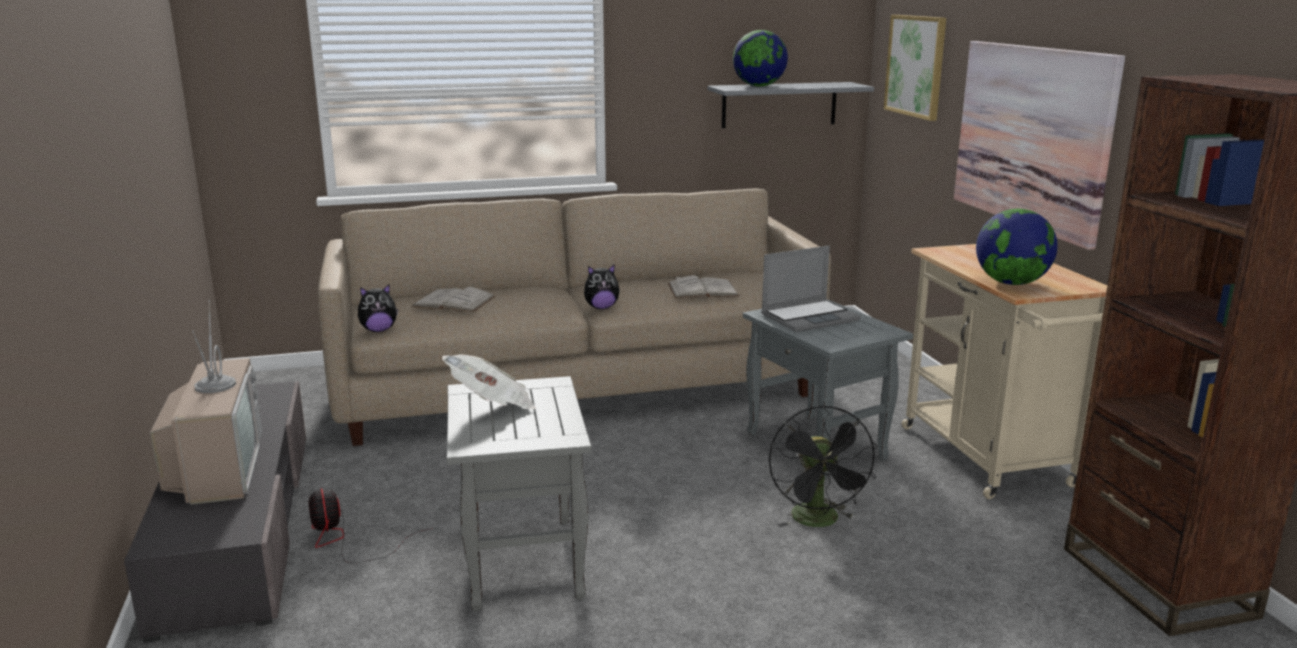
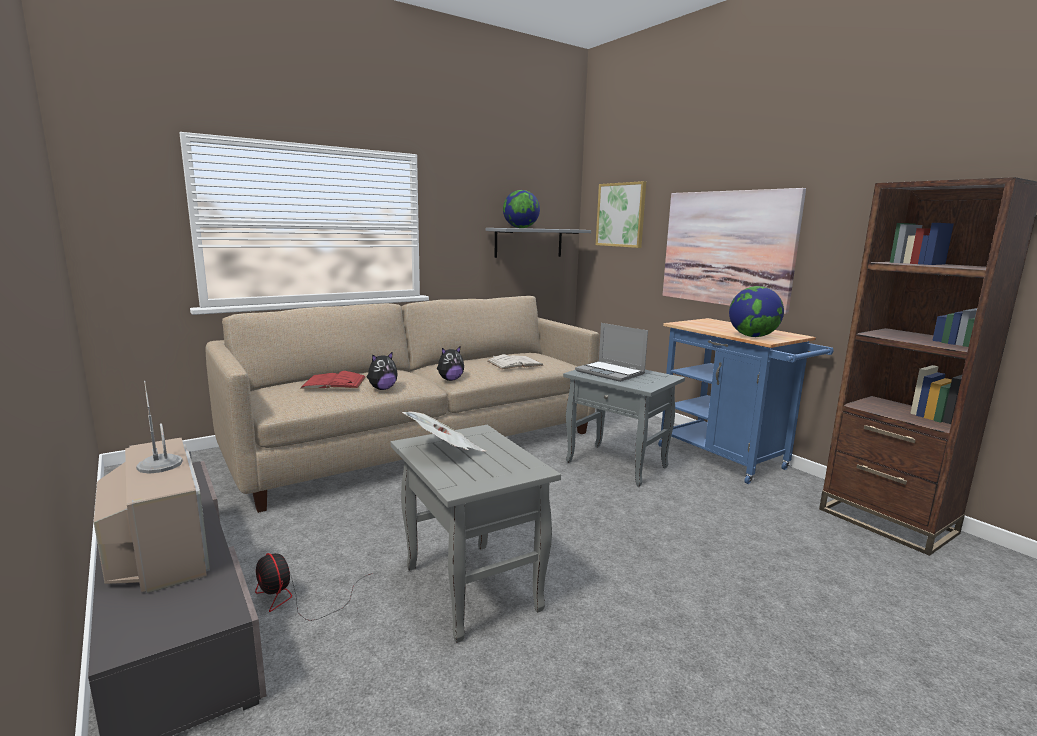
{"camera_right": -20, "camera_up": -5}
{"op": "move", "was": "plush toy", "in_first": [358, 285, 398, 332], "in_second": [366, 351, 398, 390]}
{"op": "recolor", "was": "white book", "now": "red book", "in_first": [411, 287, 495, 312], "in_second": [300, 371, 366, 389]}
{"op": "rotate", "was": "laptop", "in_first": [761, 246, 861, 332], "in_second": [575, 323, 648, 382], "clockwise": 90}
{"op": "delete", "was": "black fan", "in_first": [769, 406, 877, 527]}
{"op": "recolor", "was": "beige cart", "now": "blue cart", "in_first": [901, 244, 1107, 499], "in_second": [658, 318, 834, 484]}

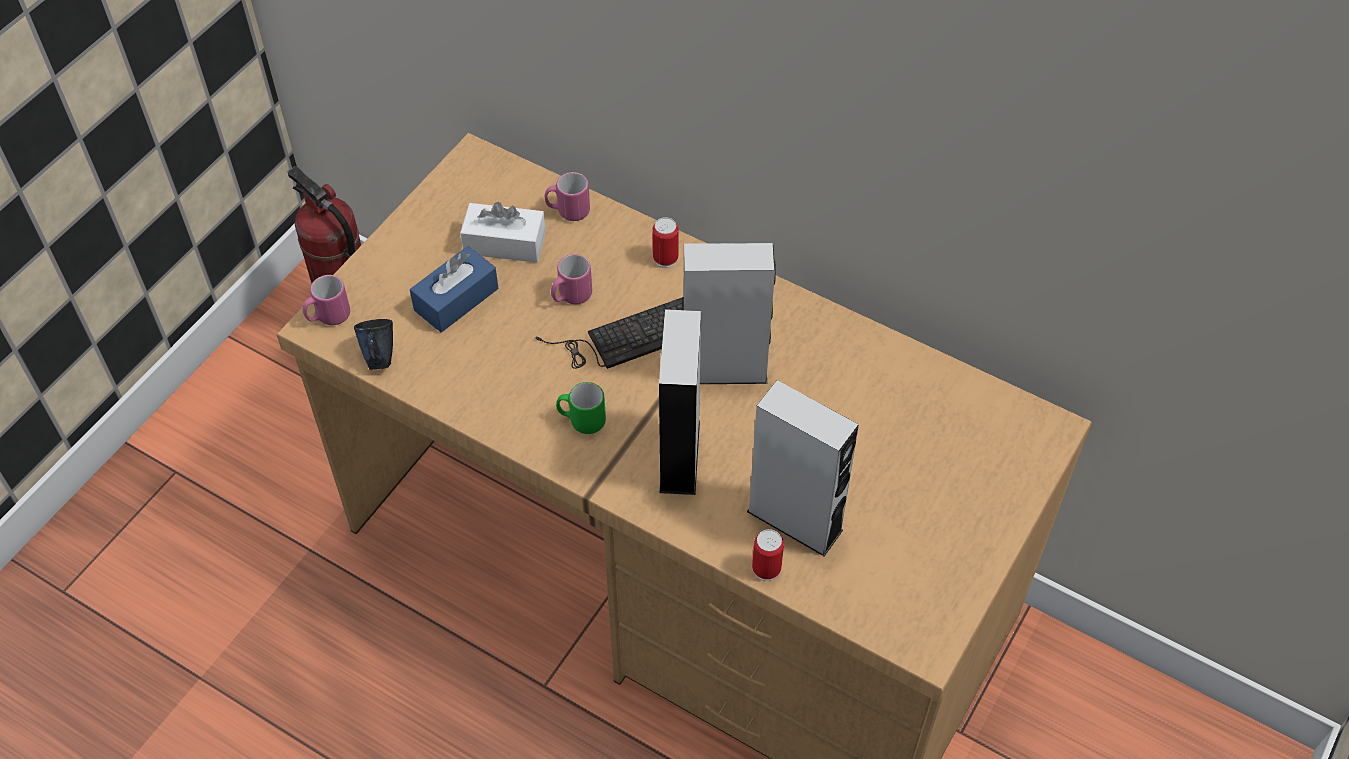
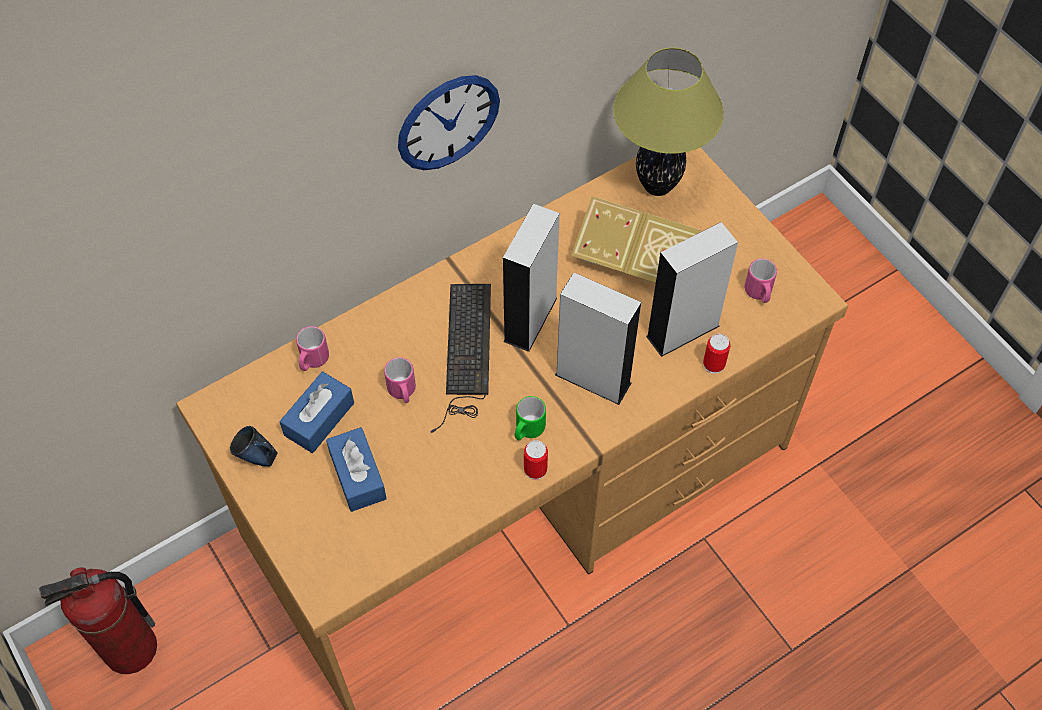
{"camera_right": -65, "camera_up": 5}
{"op": "move", "was": "pink mug", "in_first": [303, 275, 350, 325], "in_second": [745, 259, 777, 303]}
{"op": "move", "was": "blue mug", "in_first": [354, 319, 393, 370], "in_second": [230, 426, 278, 467]}
{"op": "recolor", "was": "white tissue box", "now": "blue tissue box", "in_first": [460, 202, 546, 263], "in_second": [280, 372, 354, 453]}
{"op": "move", "was": "can", "in_first": [652, 217, 679, 268], "in_second": [524, 440, 548, 480]}
{"op": "insert", "now": "wall clock", "in_second": [398, 75, 500, 170]}
{"op": "insert", "now": "book", "in_second": [571, 196, 700, 283]}
{"op": "insert", "now": "table lamp", "in_second": [613, 48, 724, 196]}

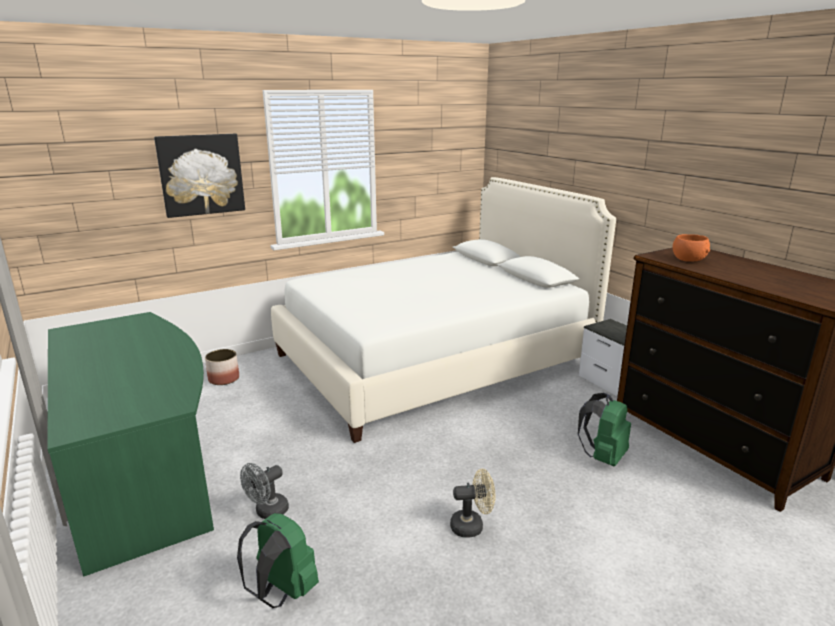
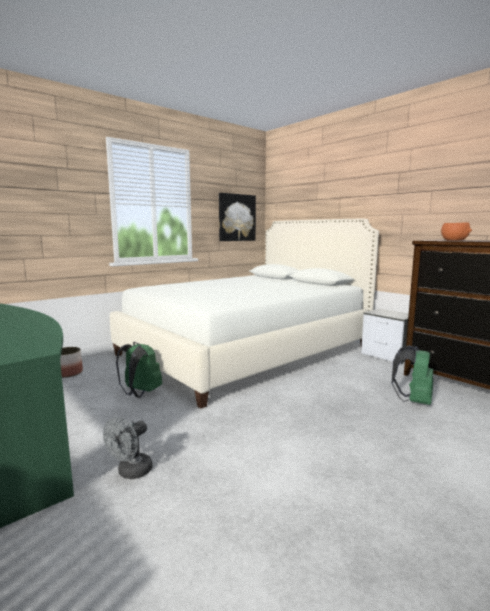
{"camera_right": -10, "camera_up": -10}
{"op": "move", "was": "picture", "in_first": [154, 134, 245, 218], "in_second": [219, 193, 256, 241]}
{"op": "move", "was": "green backpack", "in_first": [237, 513, 319, 608], "in_second": [116, 342, 162, 398]}
{"op": "delete", "was": "beige fan", "in_first": [450, 469, 495, 538]}

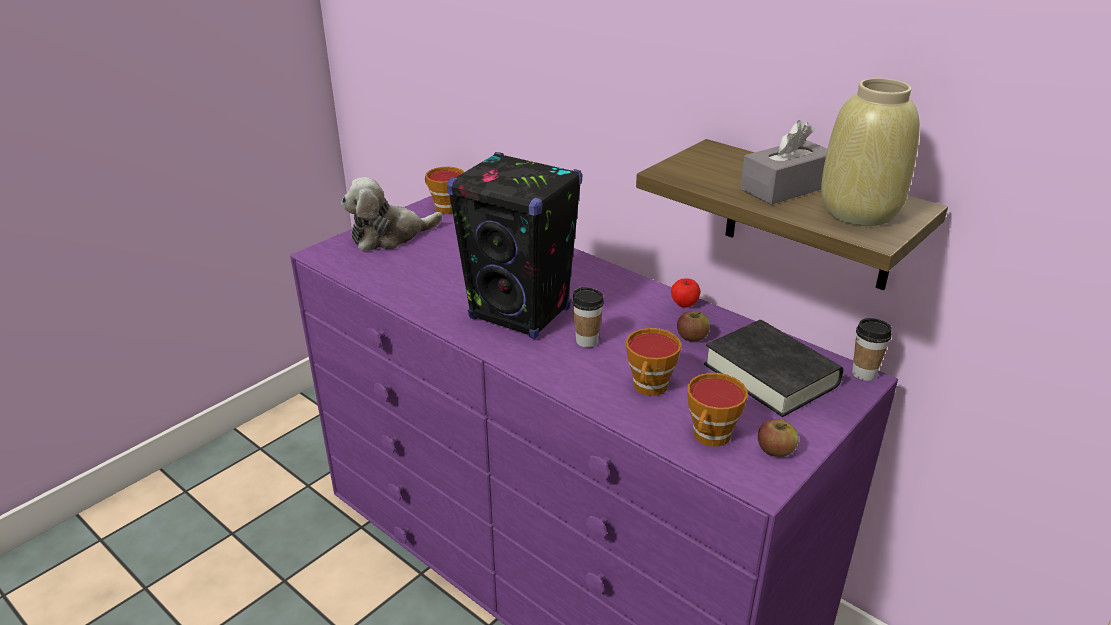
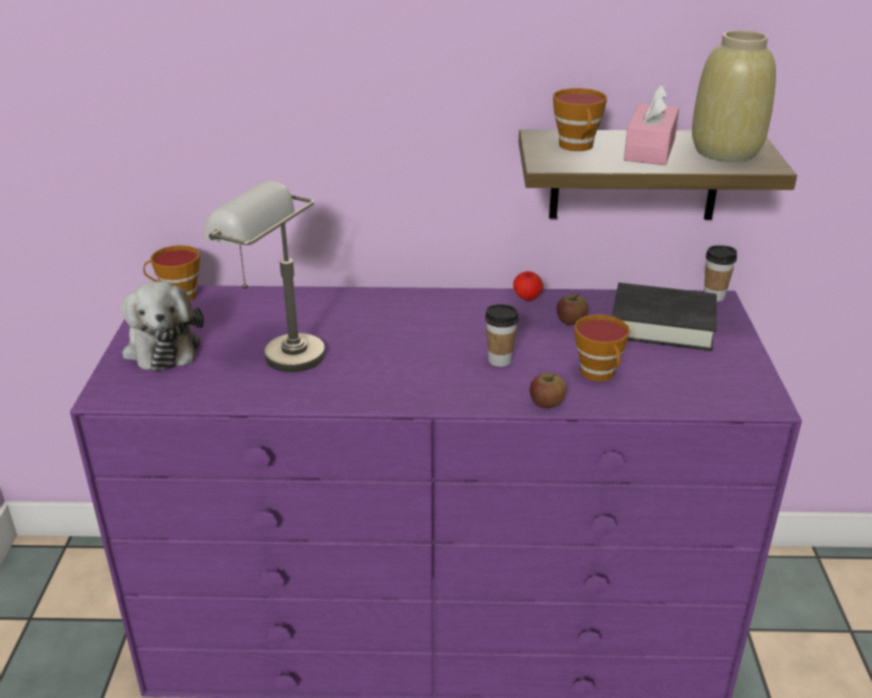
{"camera_right": -40, "camera_up": 0}
{"op": "rotate", "was": "plush toy", "in_first": [341, 177, 443, 251], "in_second": [121, 281, 204, 371], "clockwise": -45}
{"op": "delete", "was": "black speaker", "in_first": [447, 152, 583, 339]}
{"op": "move", "was": "cup", "in_first": [687, 373, 748, 447], "in_second": [553, 88, 607, 151]}
{"op": "recolor", "was": "grey tissue box", "now": "pink tissue box", "in_first": [740, 120, 827, 205], "in_second": [624, 84, 679, 165]}
{"op": "move", "was": "apple", "in_first": [758, 419, 799, 457], "in_second": [530, 373, 567, 408]}
{"op": "insert", "now": "grey table lamp", "in_second": [203, 181, 325, 372]}

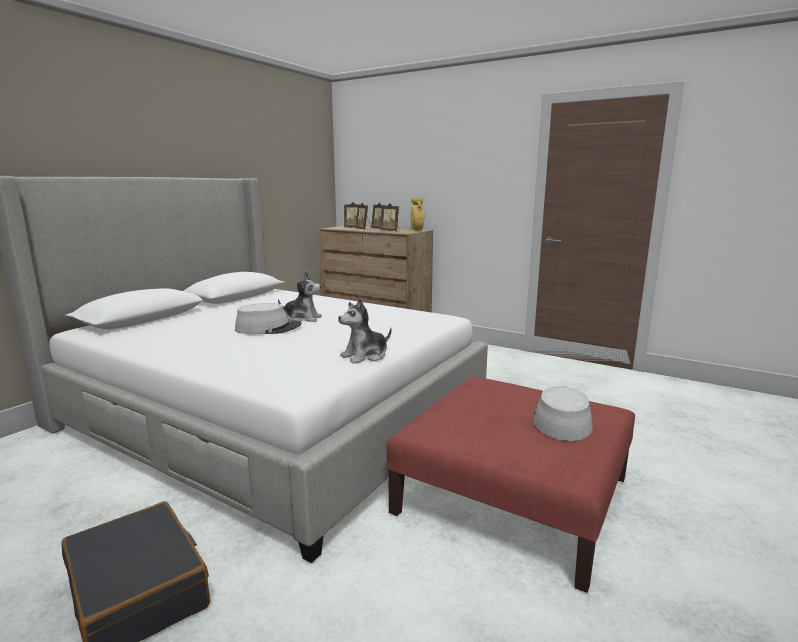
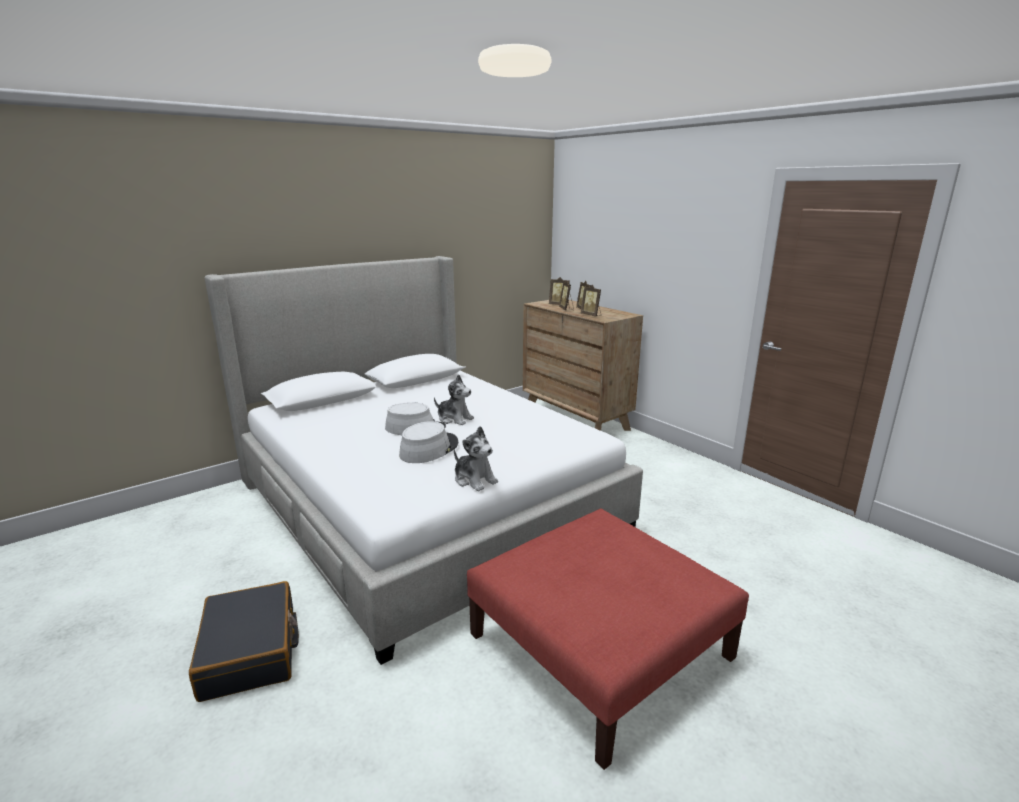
{"camera_right": 20, "camera_up": 5}
{"op": "rotate", "was": "plush toy", "in_first": [338, 298, 392, 364], "in_second": [454, 426, 498, 491], "clockwise": -120}
{"op": "delete", "was": "yellow vase", "in_first": [411, 197, 424, 231]}
{"op": "move", "was": "grey hat", "in_first": [533, 386, 593, 441], "in_second": [399, 421, 458, 463]}

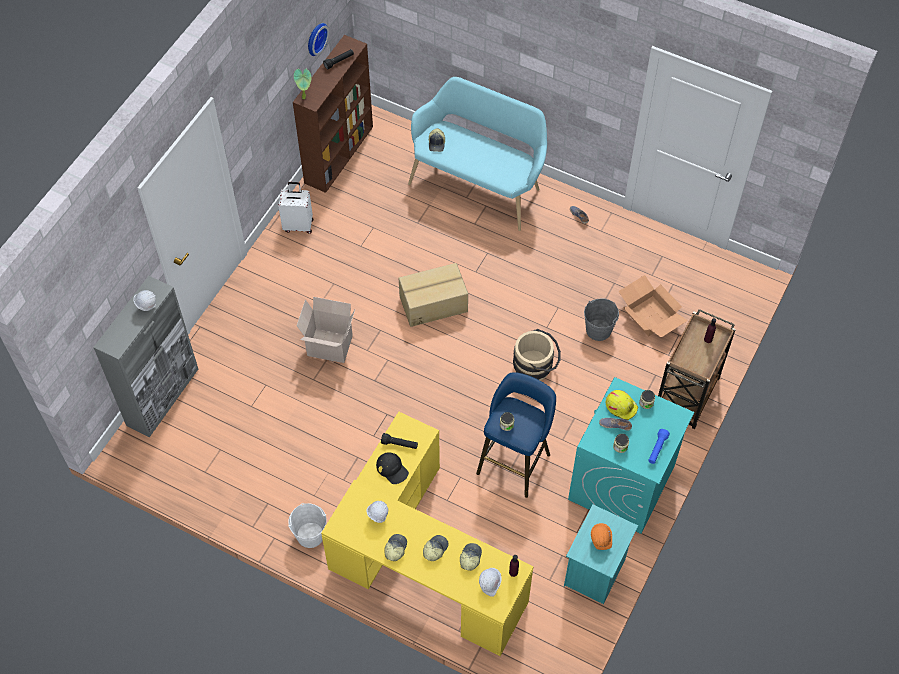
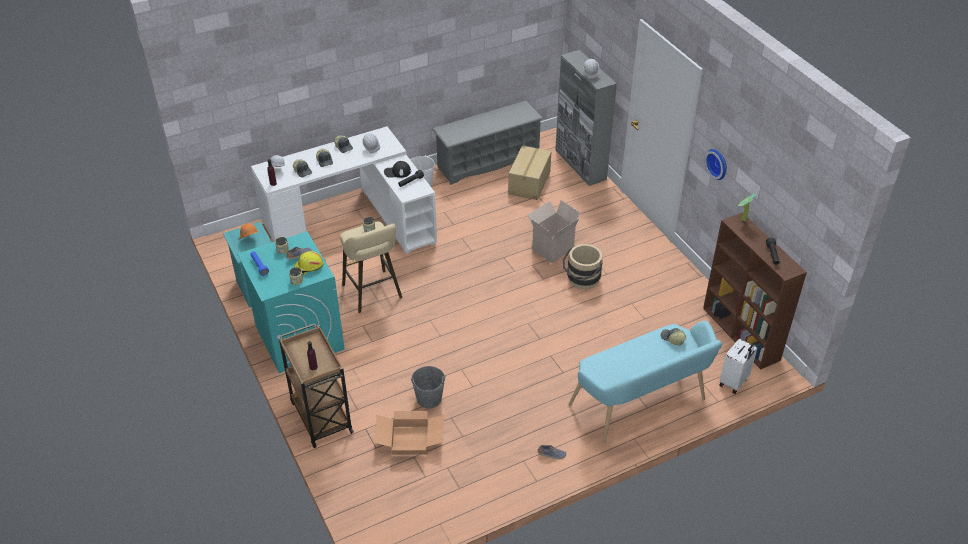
{"camera_right": 125, "camera_up": -15}
{"op": "move", "was": "white suitcase", "in_first": [278, 182, 313, 234], "in_second": [719, 339, 757, 394]}
{"op": "move", "was": "wall clock", "in_first": [308, 23, 329, 56], "in_second": [705, 149, 727, 180]}
{"op": "recolor", "was": "yellow desk", "now": "white desk", "in_first": [321, 411, 534, 656], "in_second": [251, 127, 437, 254]}
{"op": "move", "was": "cardboard box", "in_first": [399, 263, 468, 327], "in_second": [508, 145, 552, 200]}
{"op": "recolor", "was": "blue stool", "now": "beige stool", "in_first": [476, 372, 556, 498], "in_second": [340, 221, 402, 313]}
{"op": "move", "was": "beige bucket", "in_first": [513, 329, 561, 381], "in_second": [563, 244, 603, 289]}
{"op": "insert", "now": "grey shoe rack", "in_second": [432, 101, 543, 185]}

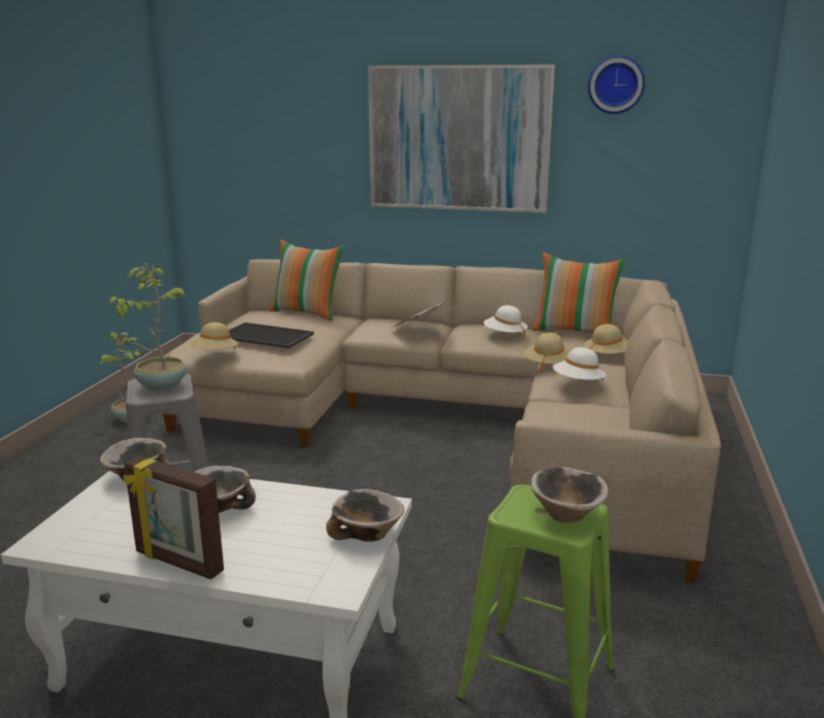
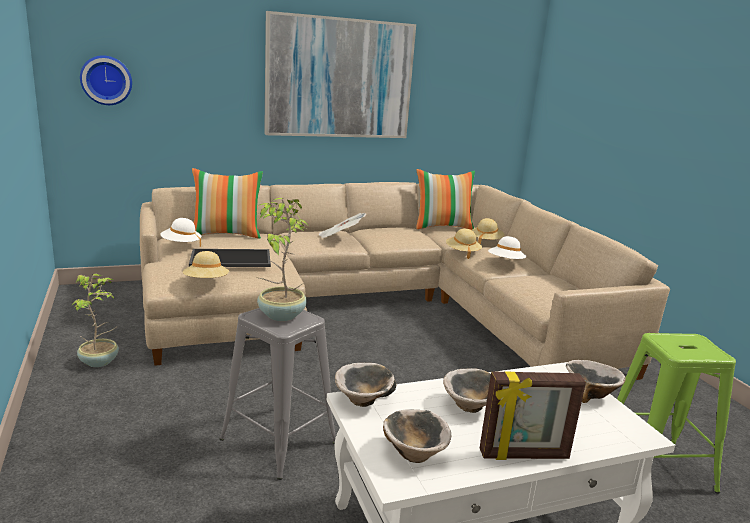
{"camera_right": -35, "camera_up": 0}
{"op": "move", "was": "white hat", "in_first": [484, 305, 528, 339], "in_second": [160, 218, 202, 247]}
{"op": "move", "was": "bowl", "in_first": [531, 467, 608, 523], "in_second": [383, 409, 451, 463]}
{"op": "move", "was": "wall clock", "in_first": [588, 55, 645, 114], "in_second": [80, 55, 132, 105]}

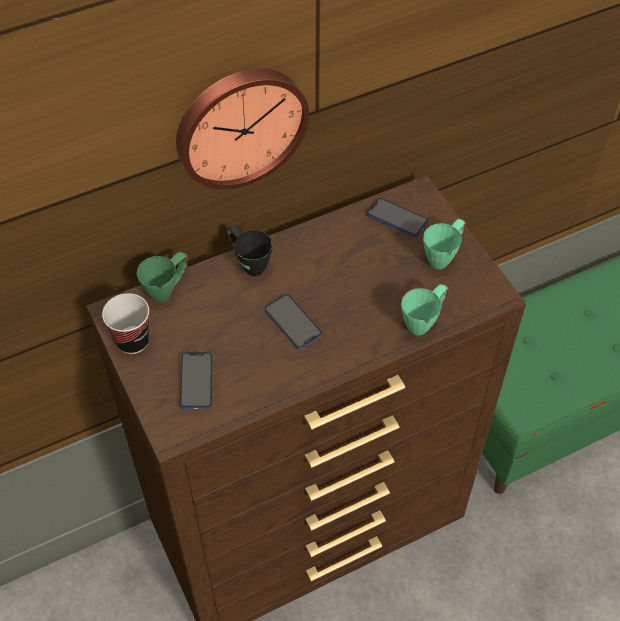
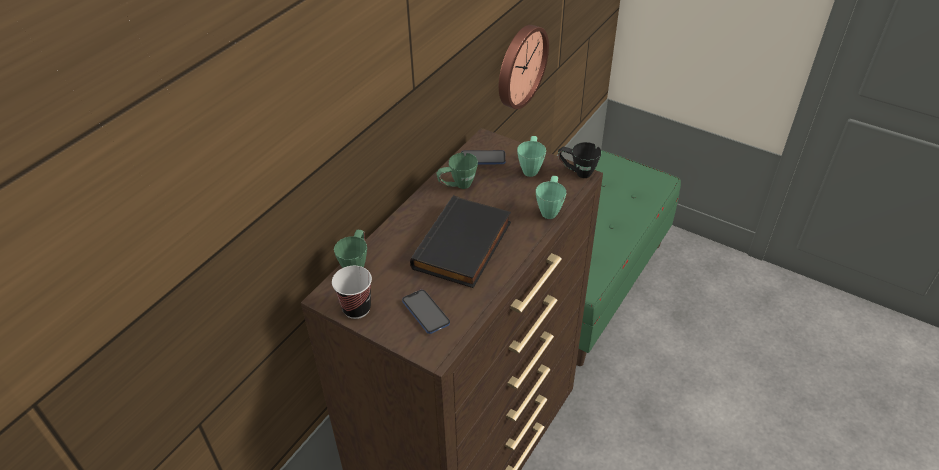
{"camera_right": -30, "camera_up": -10}
{"op": "move", "was": "wall clock", "in_first": [176, 69, 309, 189], "in_second": [499, 25, 549, 109]}
{"op": "move", "was": "black mug", "in_first": [228, 226, 272, 276], "in_second": [558, 142, 601, 178]}
{"op": "replace", "was": "phone", "now": "black book", "in_first": [265, 294, 322, 349], "in_second": [410, 195, 511, 288]}
{"op": "insert", "now": "green mug", "in_second": [436, 153, 478, 189]}

